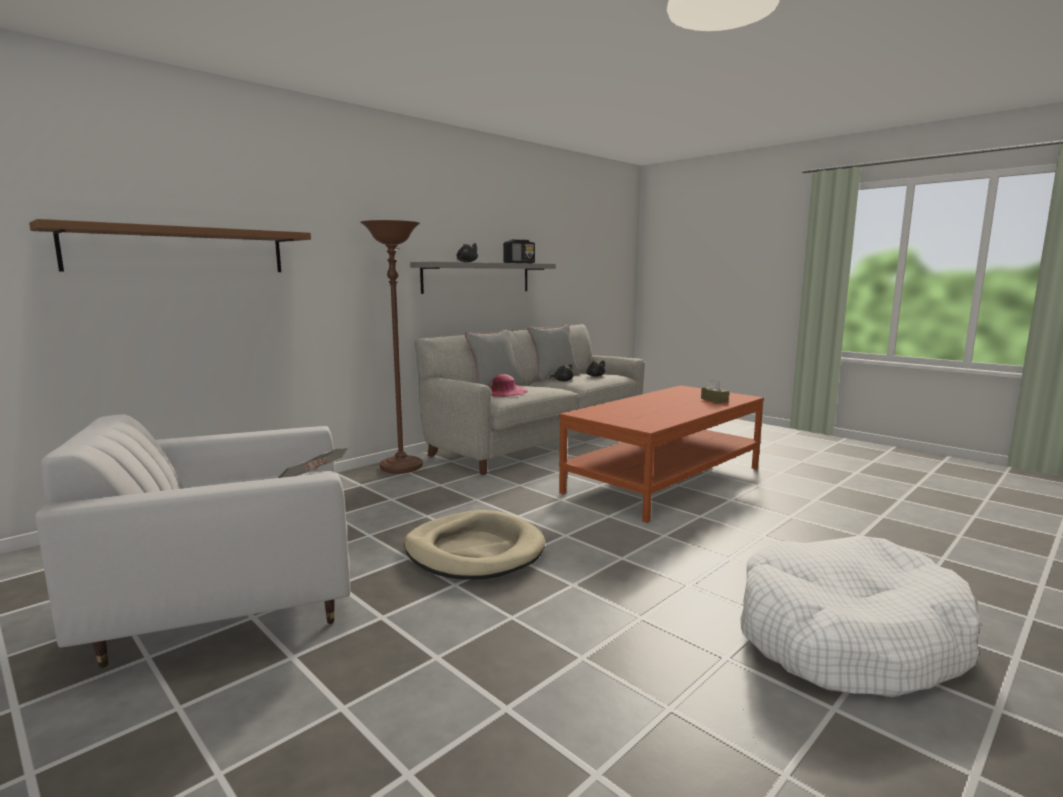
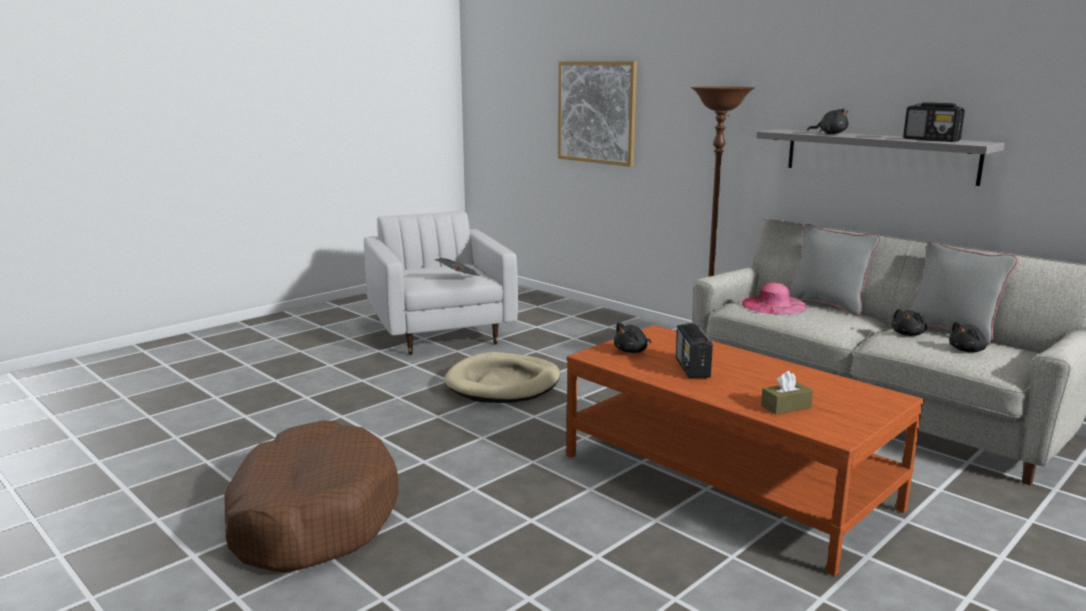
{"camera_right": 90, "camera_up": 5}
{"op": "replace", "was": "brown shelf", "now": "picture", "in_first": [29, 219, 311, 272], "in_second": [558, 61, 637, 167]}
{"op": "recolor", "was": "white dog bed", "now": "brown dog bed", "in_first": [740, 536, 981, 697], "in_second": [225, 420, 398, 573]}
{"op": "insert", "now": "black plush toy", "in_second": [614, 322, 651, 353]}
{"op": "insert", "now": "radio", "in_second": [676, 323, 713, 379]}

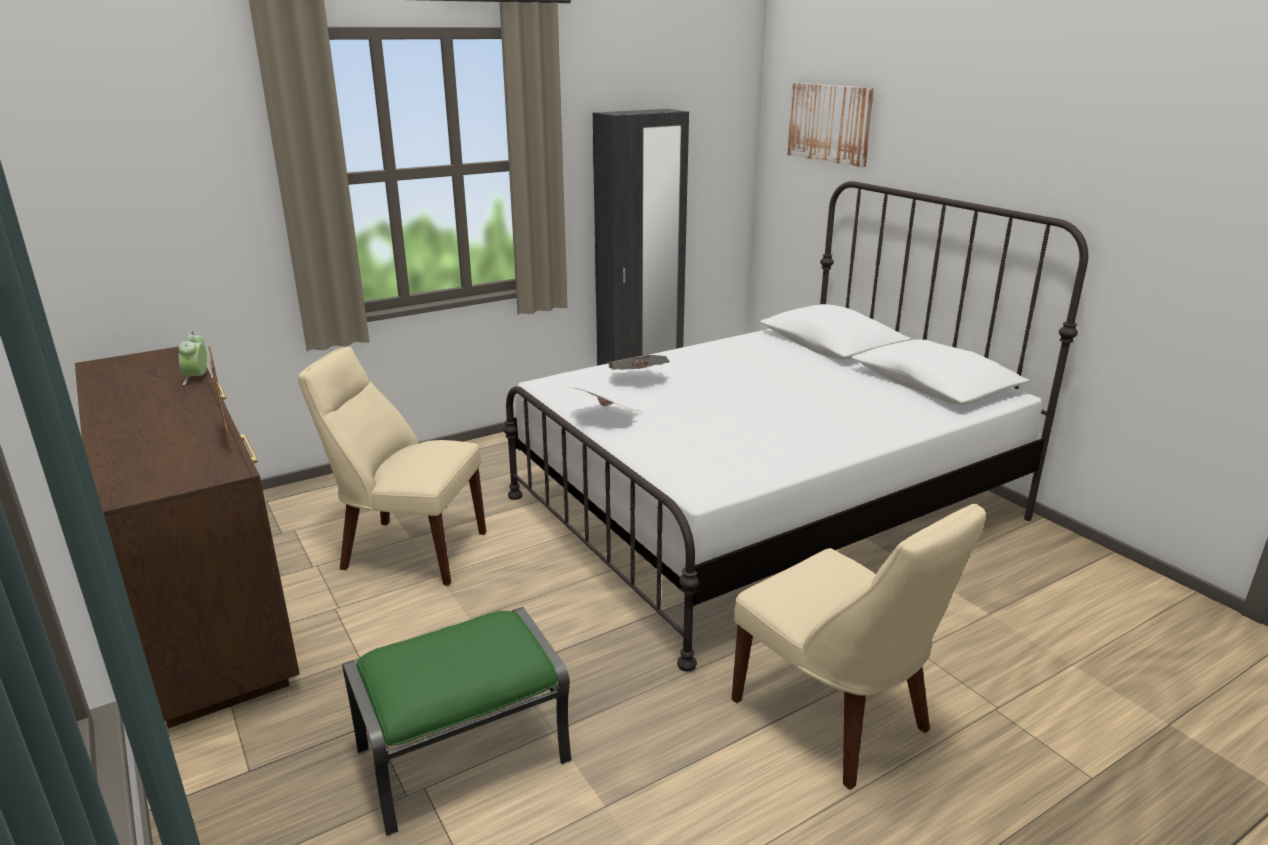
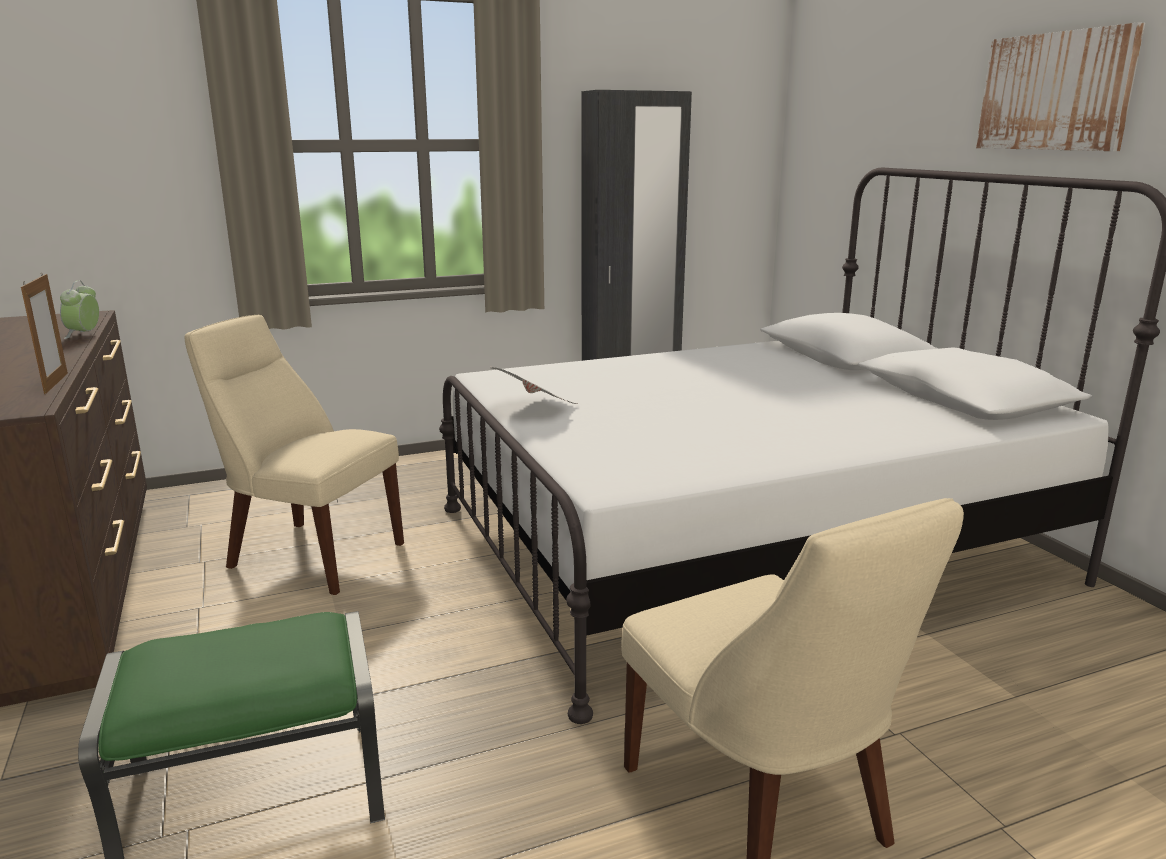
{"camera_right": 10, "camera_up": -5}
{"op": "delete", "was": "newspaper", "in_first": [608, 355, 670, 370]}
{"op": "move", "was": "picture", "in_first": [787, 83, 874, 167], "in_second": [976, 22, 1145, 151]}

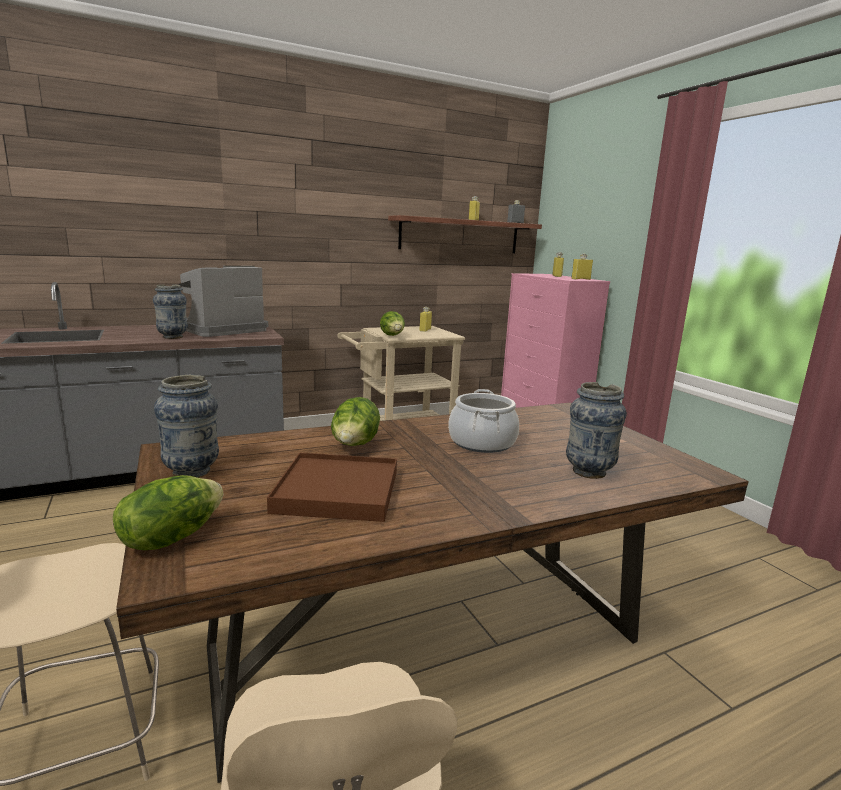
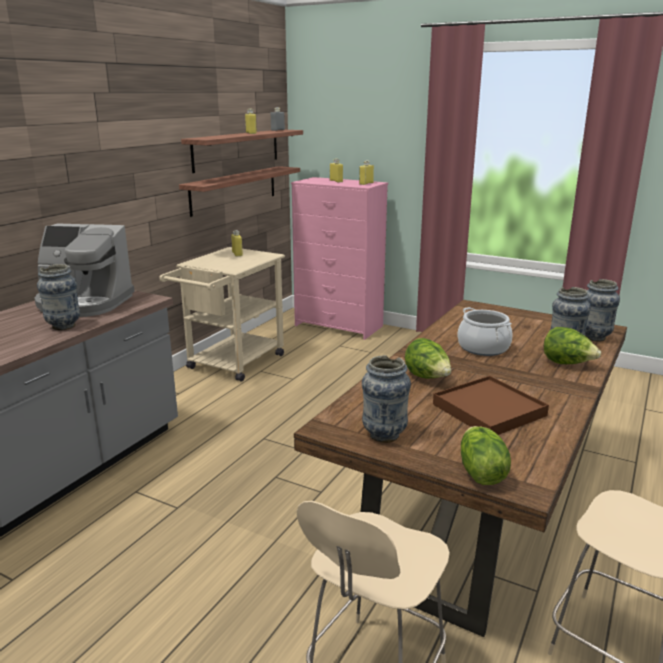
{"camera_right": -35, "camera_up": 5}
{"op": "rotate", "was": "coffee machine", "in_first": [179, 266, 268, 337], "in_second": [34, 223, 135, 317], "clockwise": -90}
{"op": "move", "was": "lettuce", "in_first": [380, 311, 405, 336], "in_second": [544, 327, 601, 364]}
{"op": "insert", "now": "shelf", "in_second": [179, 166, 300, 217]}
{"op": "insert", "now": "vase", "in_second": [585, 279, 620, 342]}

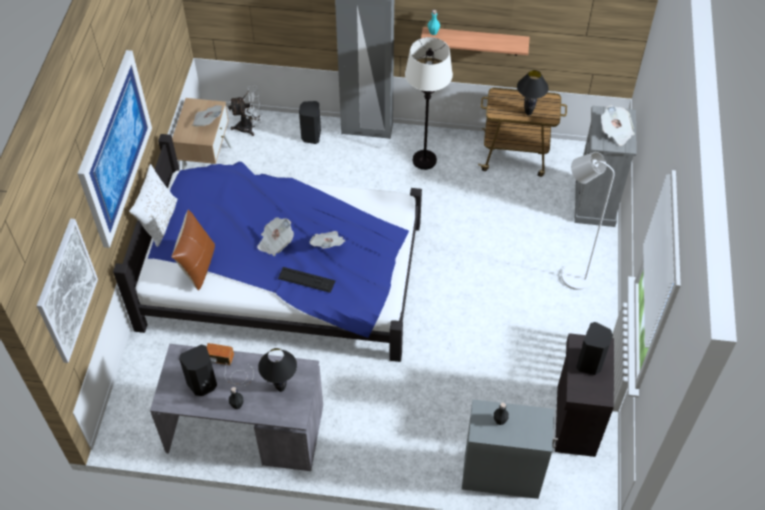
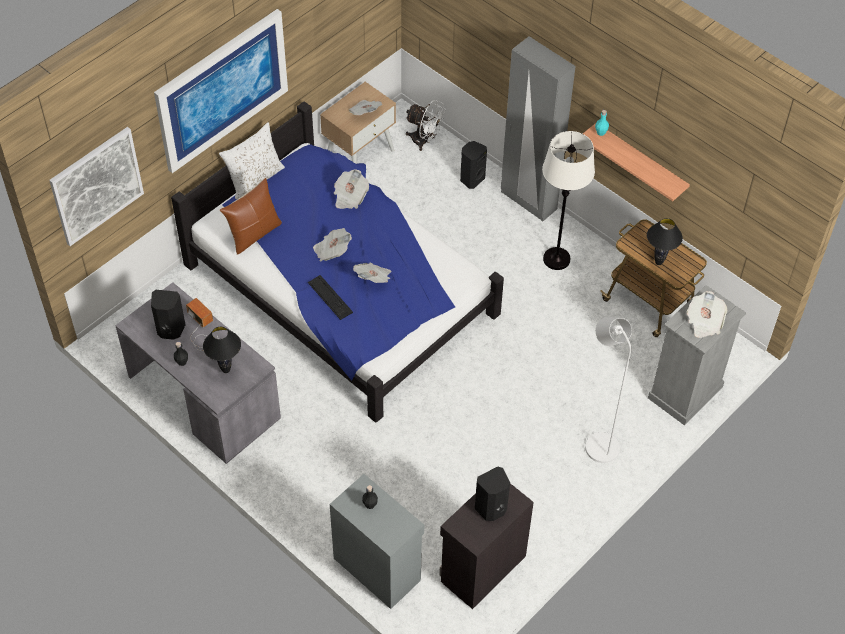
{"camera_right": 35, "camera_up": 0}
{"op": "insert", "now": "newspaper", "in_second": [334, 169, 369, 209]}

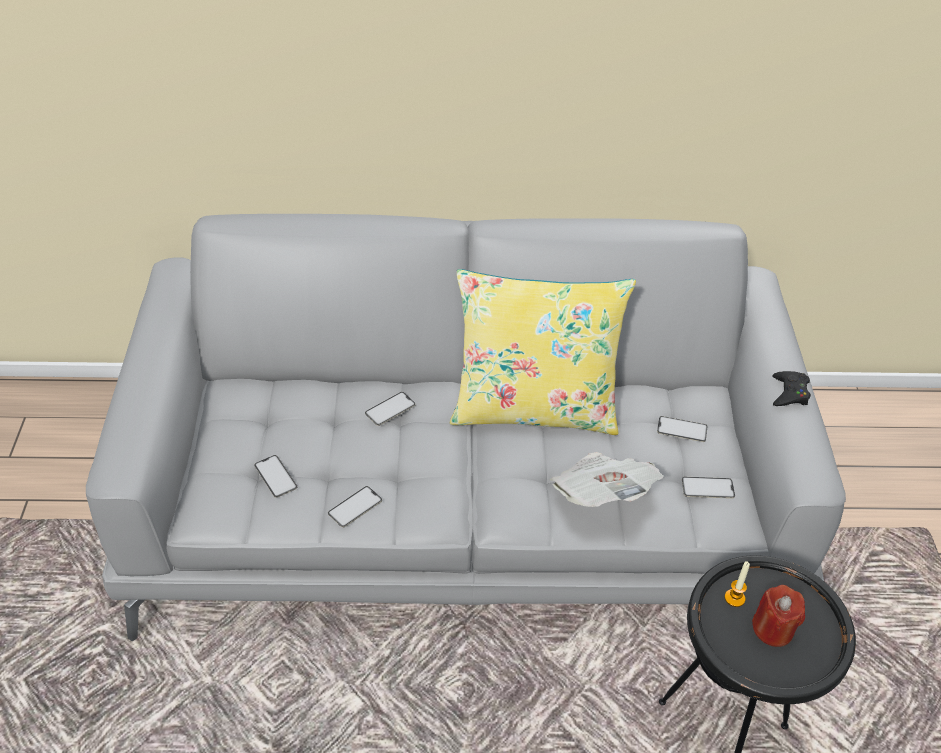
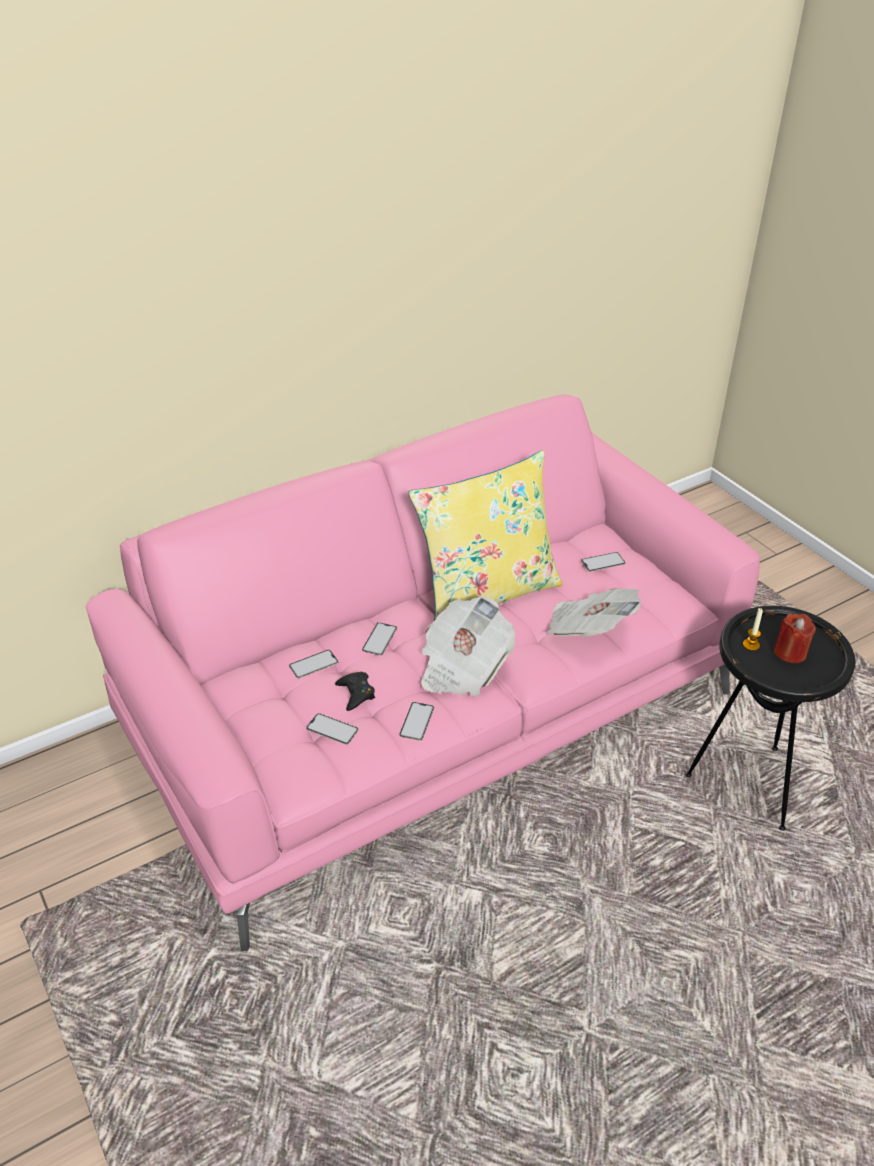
{"camera_right": -30, "camera_up": -5}
{"op": "recolor", "was": "grey sofa", "now": "pink sofa", "in_first": [86, 214, 846, 641], "in_second": [86, 394, 760, 951]}
{"op": "move", "was": "phone", "in_first": [682, 477, 735, 499], "in_second": [289, 650, 338, 678]}
{"op": "move", "was": "black game controller", "in_first": [772, 371, 811, 406], "in_second": [335, 672, 375, 711]}
{"op": "insert", "now": "newspaper", "in_second": [421, 597, 516, 697]}

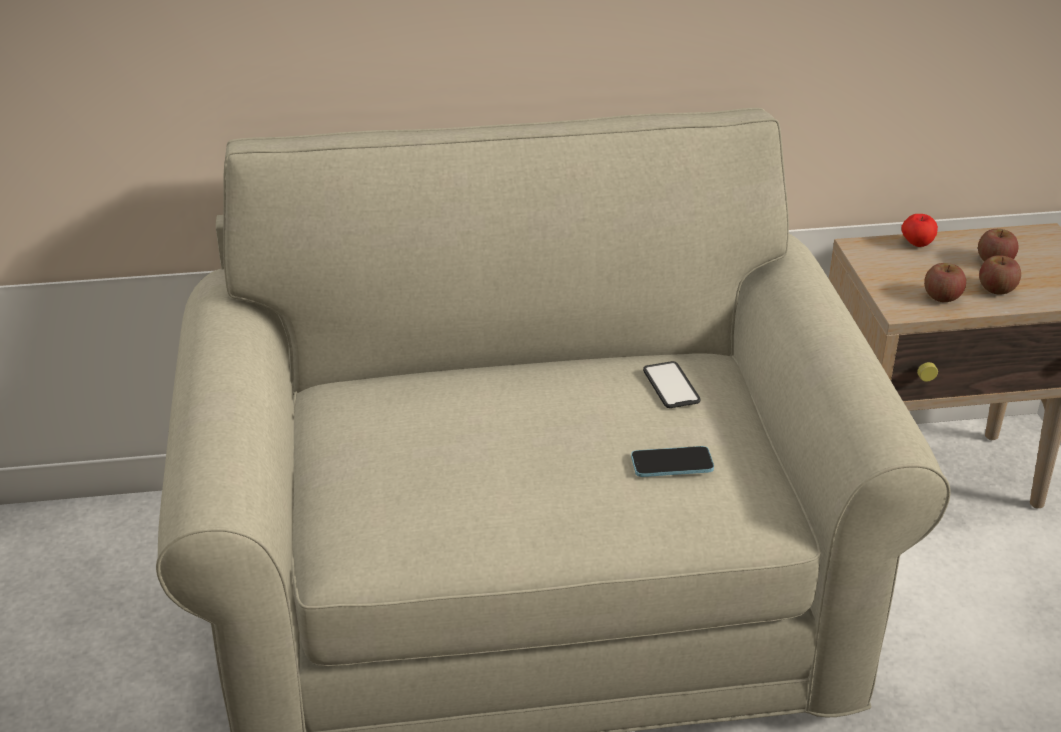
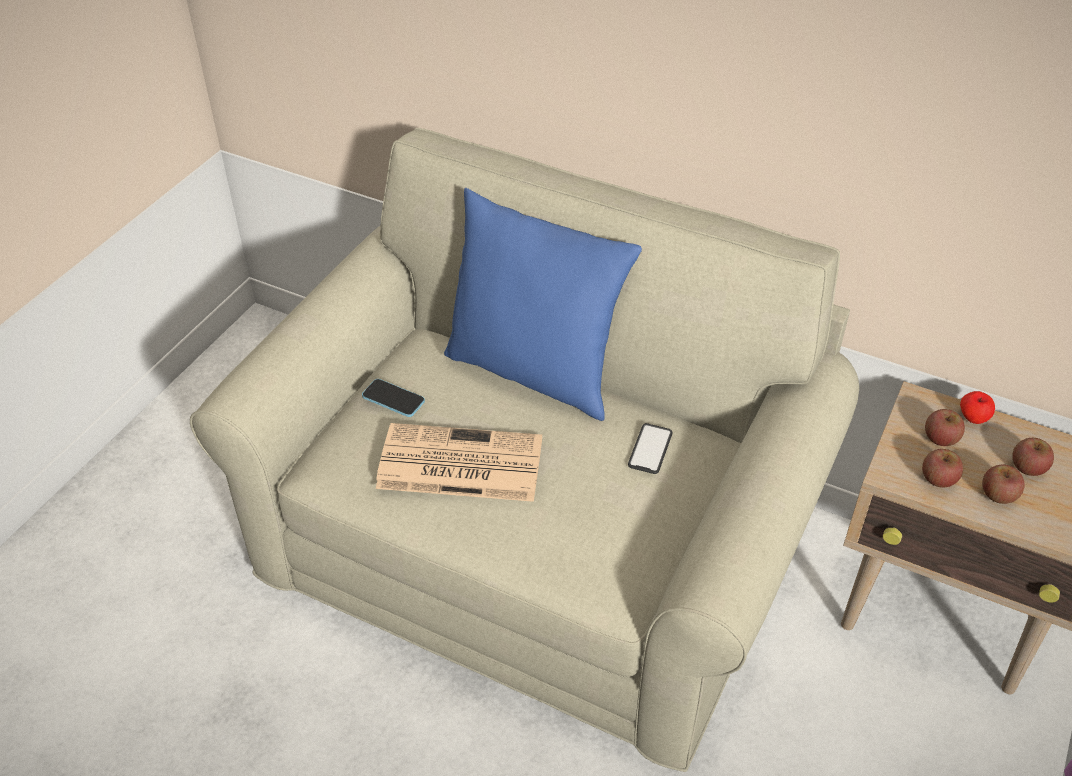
{"camera_right": 35, "camera_up": 10}
{"op": "move", "was": "phone", "in_first": [631, 446, 714, 477], "in_second": [362, 379, 425, 417]}
{"op": "insert", "now": "newspaper", "in_second": [376, 423, 542, 502]}
{"op": "insert", "now": "blue pillow", "in_second": [444, 188, 642, 421]}
{"op": "insert", "now": "apple", "in_second": [925, 409, 965, 446]}

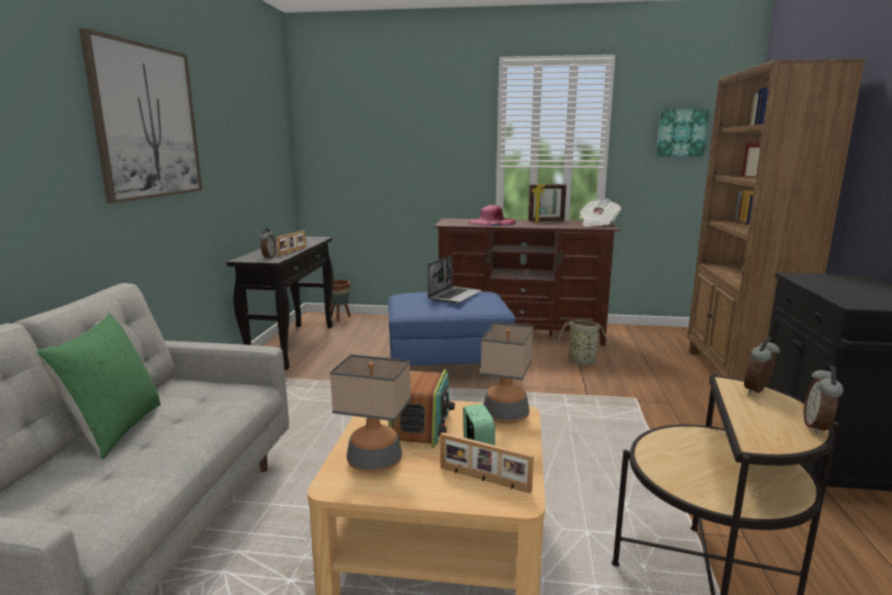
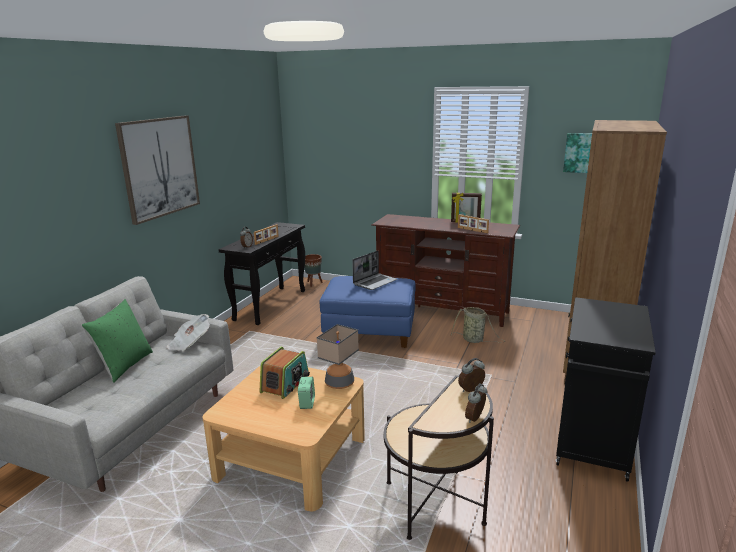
{"camera_right": 15, "camera_up": 5}
{"op": "delete", "was": "table lamp", "in_first": [330, 354, 411, 473]}
{"op": "move", "was": "picture frame", "in_first": [440, 432, 534, 493], "in_second": [458, 214, 489, 233]}
{"op": "delete", "was": "pink hat", "in_first": [468, 205, 516, 226]}
{"op": "move", "was": "newspaper", "in_first": [579, 199, 621, 227], "in_second": [166, 314, 210, 351]}

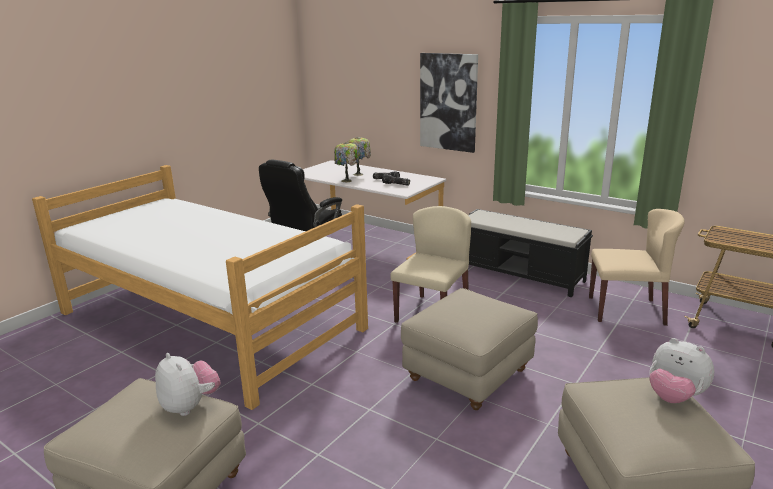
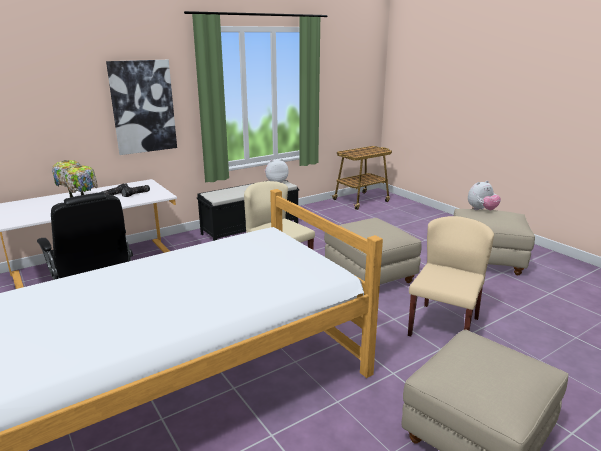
{"camera_right": -70, "camera_up": 0}
{"op": "move", "was": "plush toy", "in_first": [155, 353, 221, 416], "in_second": [265, 159, 289, 183]}
{"op": "move", "was": "beige chair", "in_first": [589, 209, 685, 326], "in_second": [408, 216, 494, 336]}

